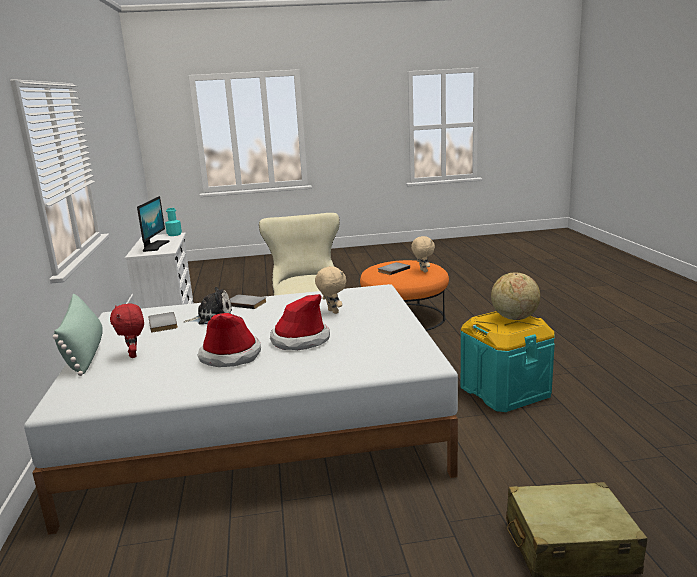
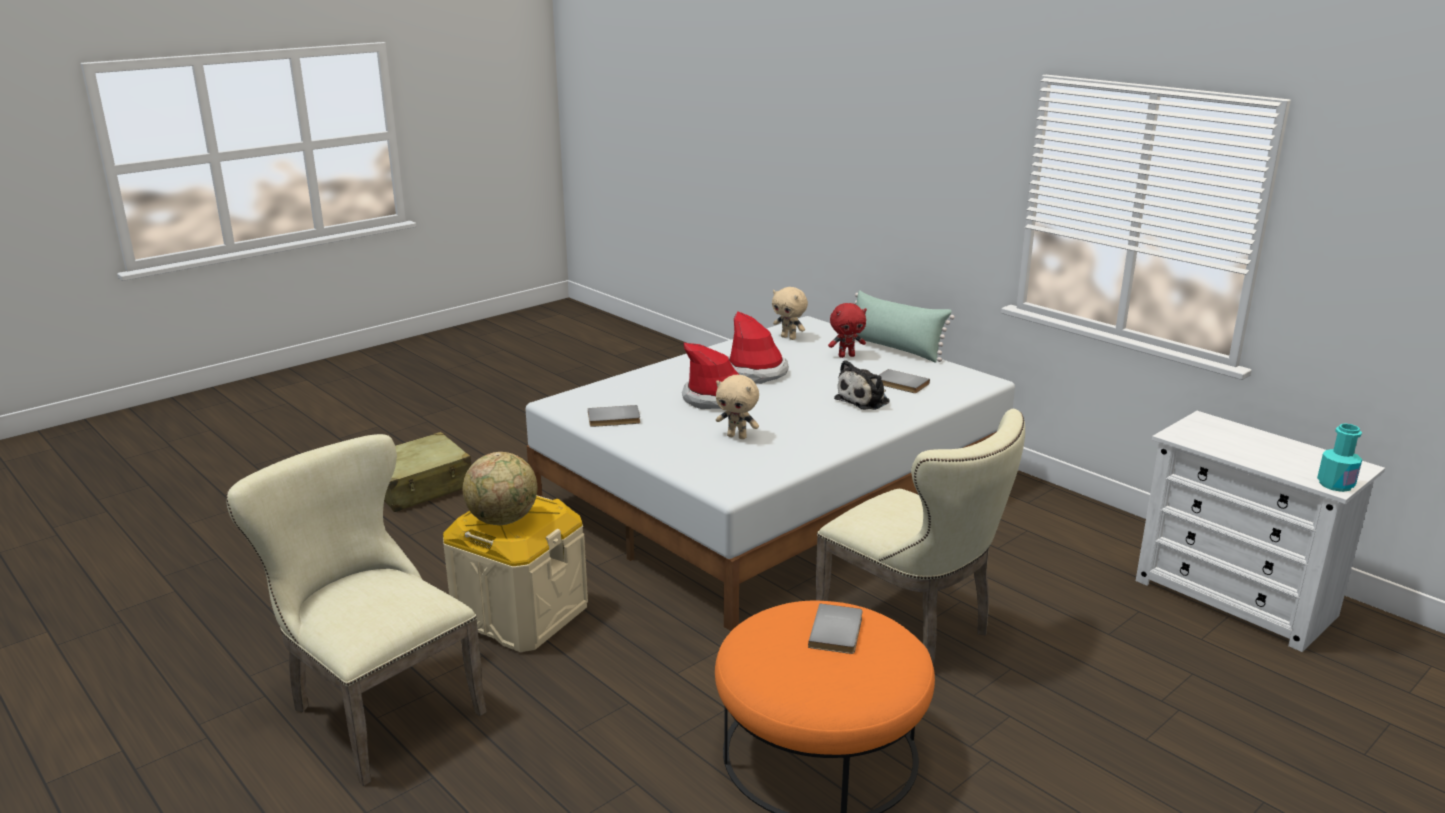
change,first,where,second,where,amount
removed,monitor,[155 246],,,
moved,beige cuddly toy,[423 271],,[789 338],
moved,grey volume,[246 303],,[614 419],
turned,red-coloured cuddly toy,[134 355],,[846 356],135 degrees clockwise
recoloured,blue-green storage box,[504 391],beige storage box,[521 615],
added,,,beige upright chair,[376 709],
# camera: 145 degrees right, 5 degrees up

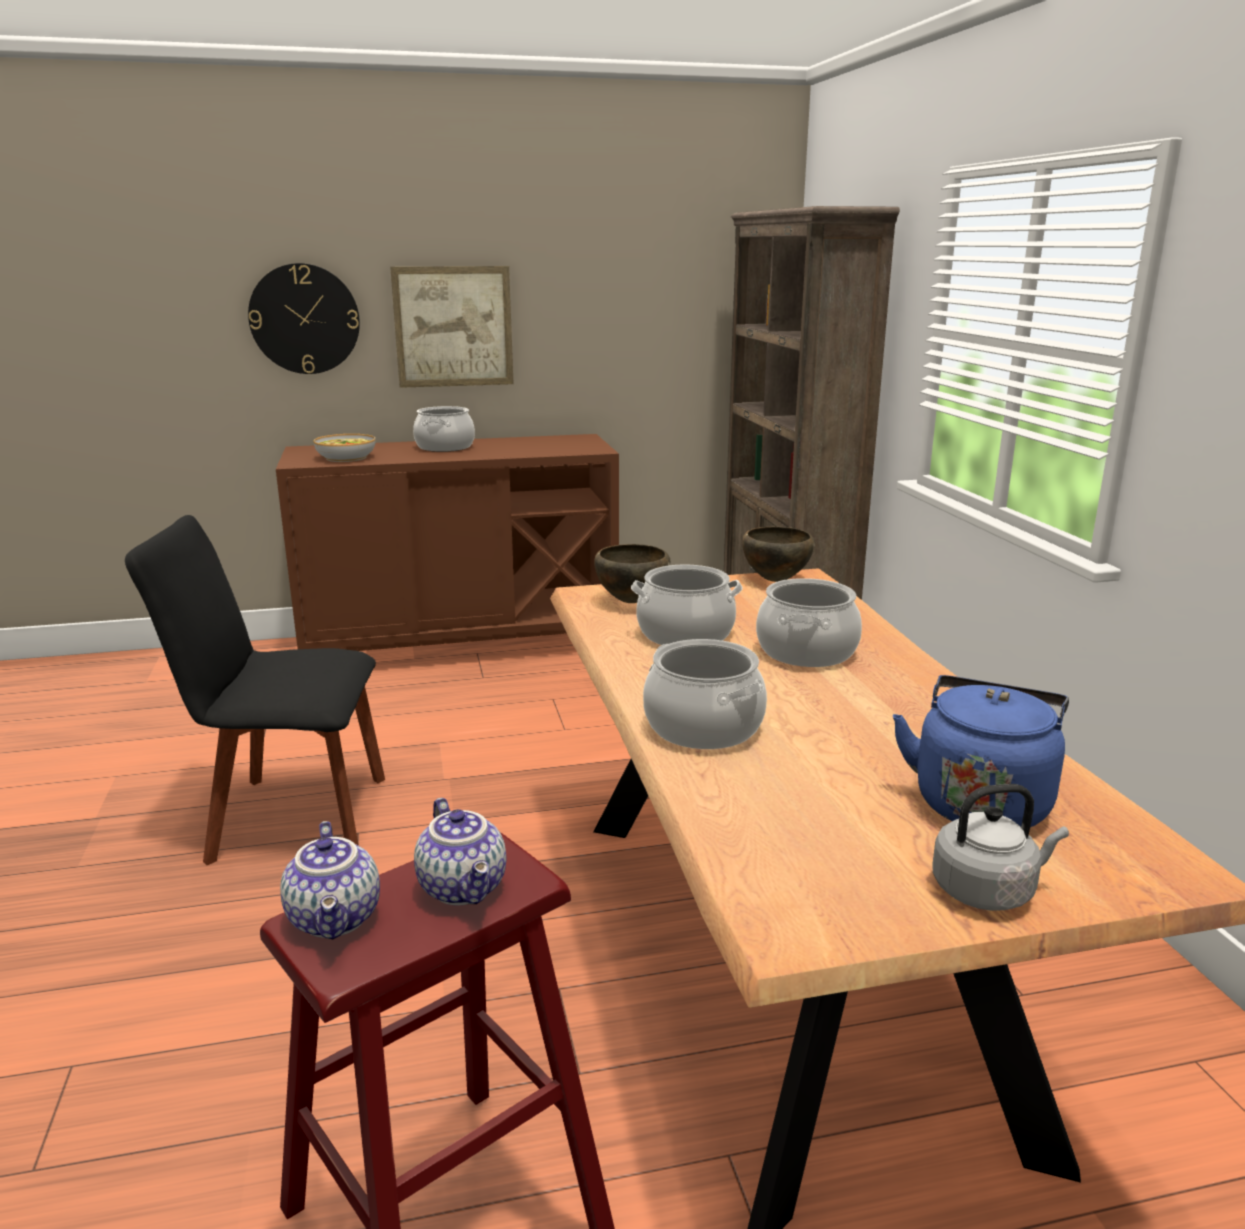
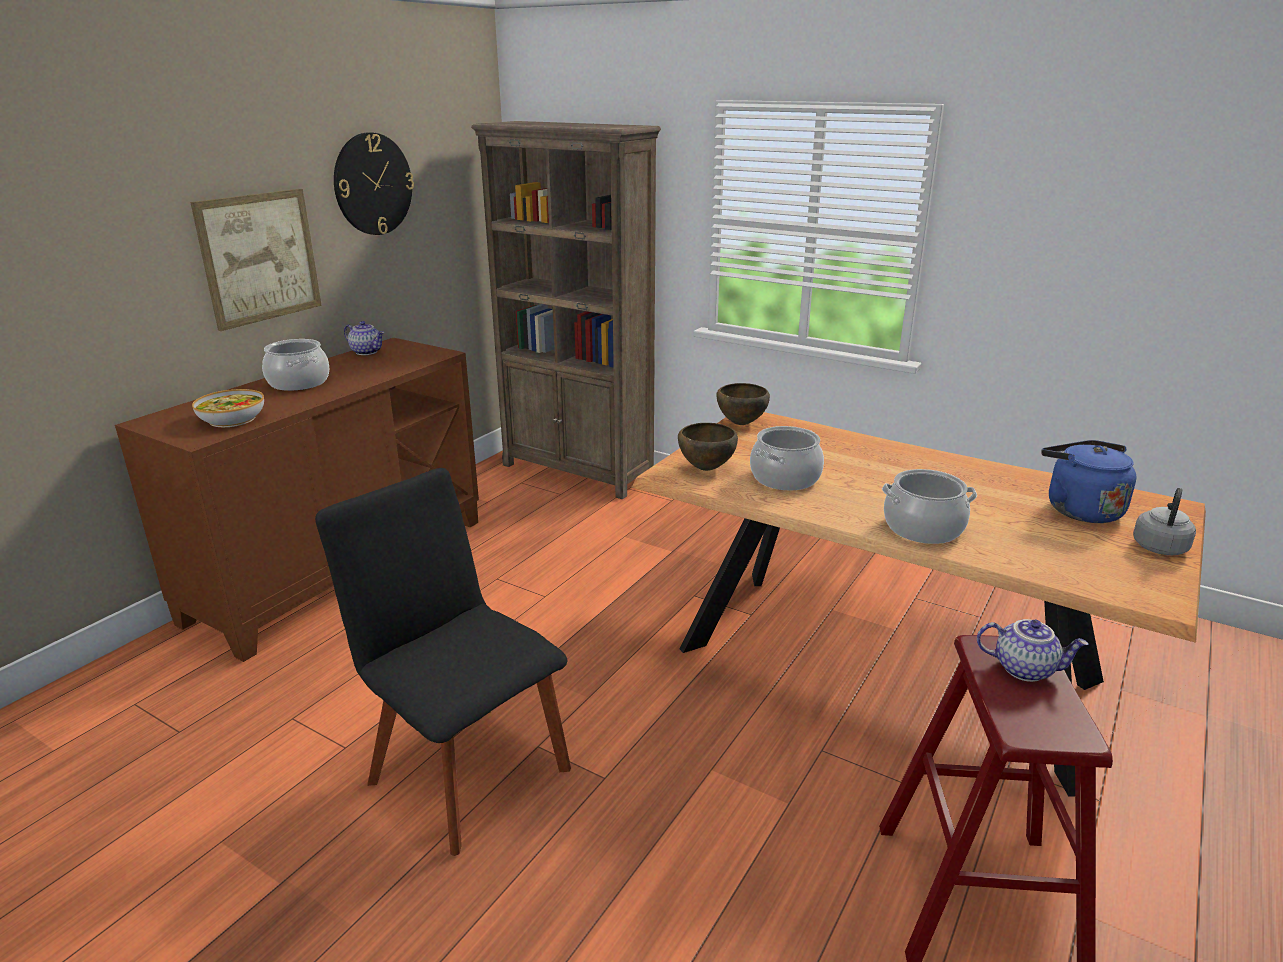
change,first,where,second,where,amount
moved,hanging clock,[304 319],,[373 184],
turned,blackish upright chair,[289 817],,[464 769],90 degrees clockwise
removed,saucepot,[806 651],,,
moved,pot for tea,[337 918],,[367 352],
# camera: 45 degrees left, 5 degrees up

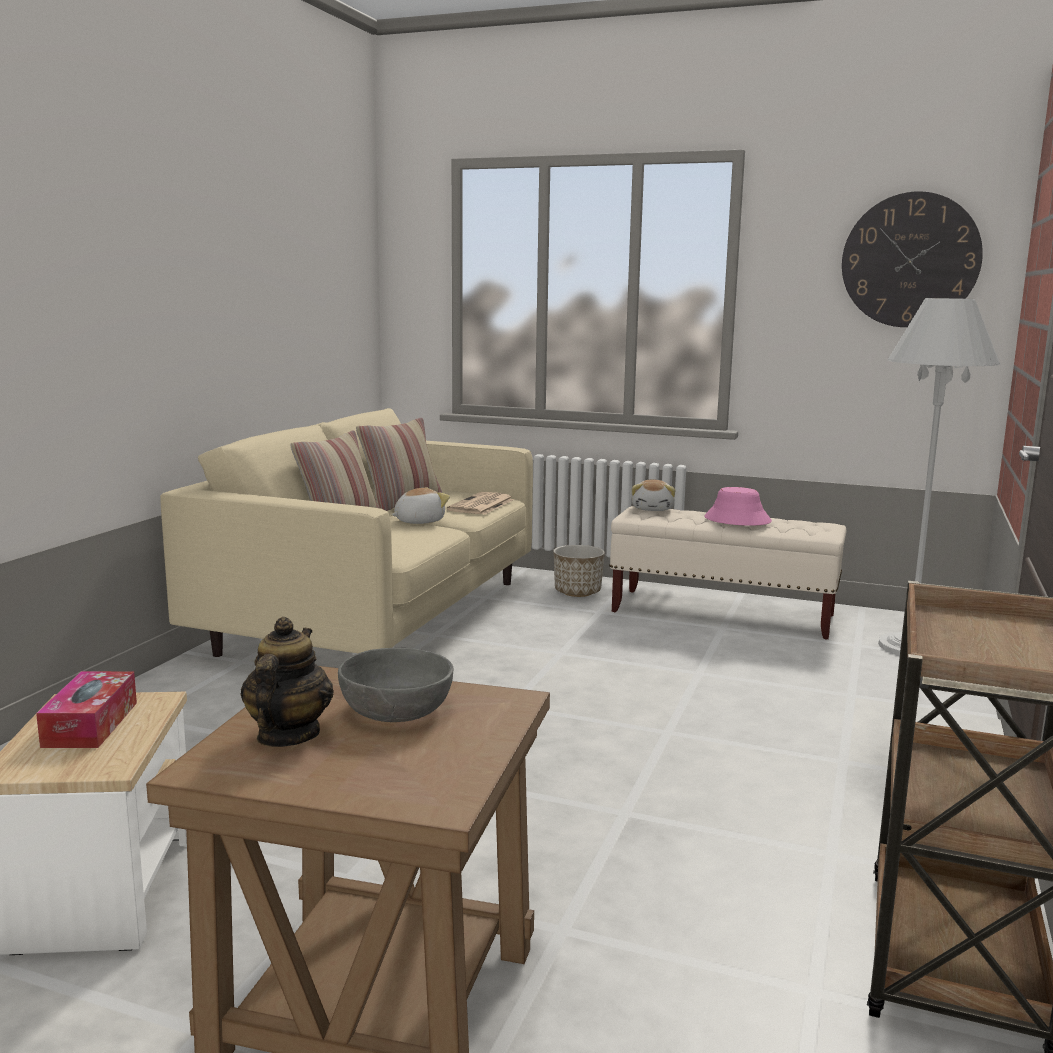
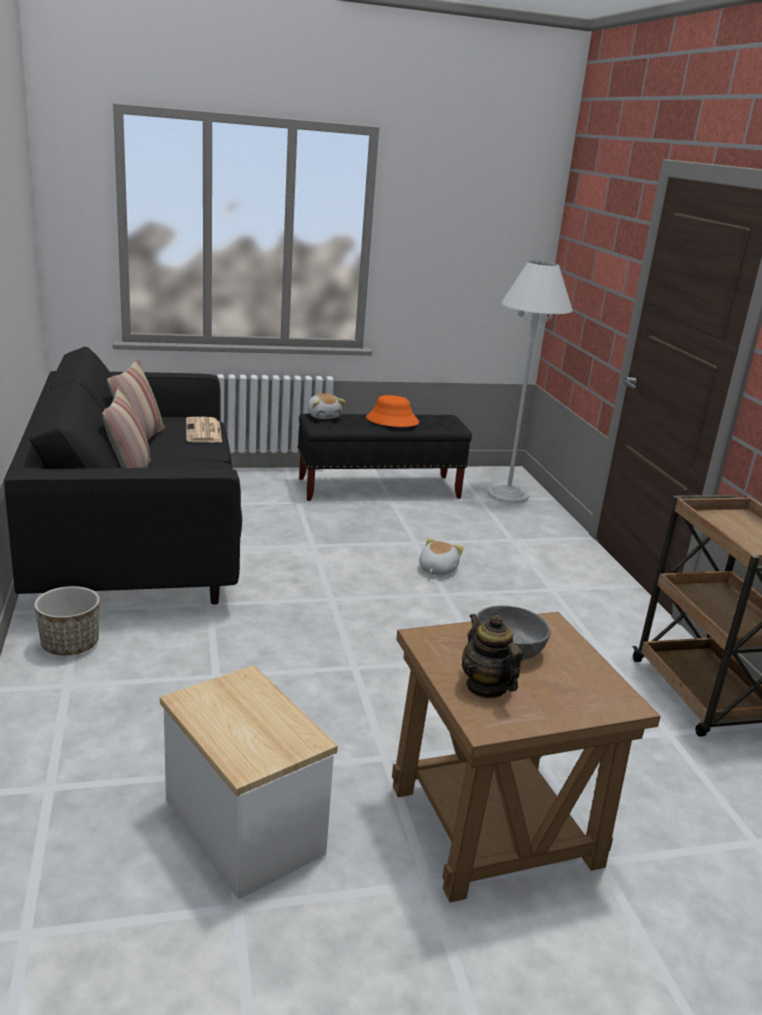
change,first,where,second,where,amount
removed,hanging clock,[910 260],,,
recoloured,beige sofa,[377 618],blackish sofa,[138 541],
moved,cuddly toy,[418 521],,[436 569],
recoloured,pink hat,[737 520],orange-coloured hat,[392 421],
recoloured,beige indoor bench,[723 614],blackish indoor bench,[379 489],
moved,planter,[577 592],,[70 645],
removed,box of tissues,[90 724],,,
# camera: 35 degrees left, 10 degrees up

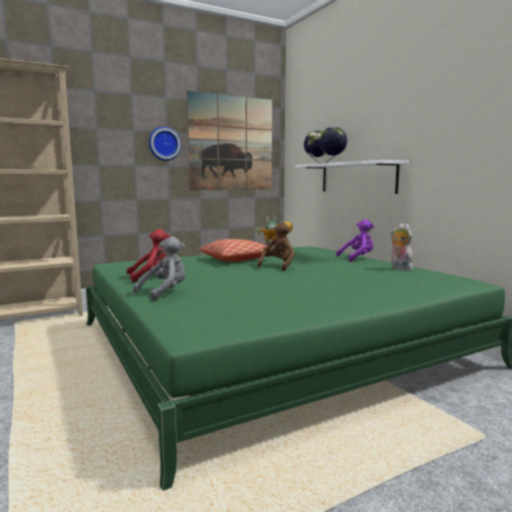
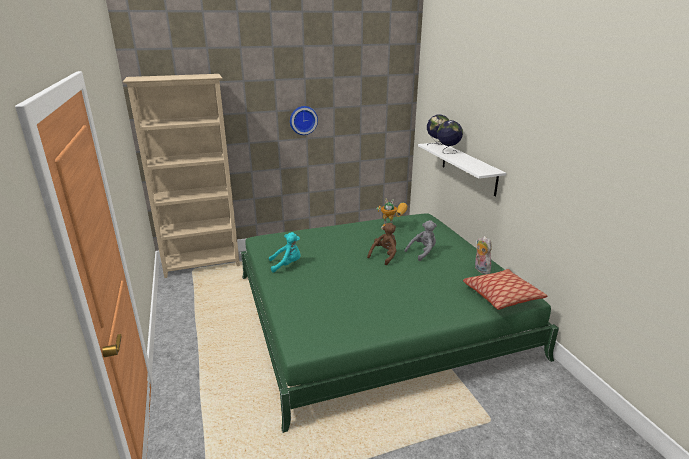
change,first,where,second,where,amount
removed,wall picture,[231 143],,,
removed,purple cuddly toy,[357 258],,,
recoloured,red-coloured cuddly toy,[152 277],blue-green cuddly toy,[287 265],
moved,grey cuddly toy,[165 293],,[422 252],
moved,cushion,[237 259],,[502 296],
# camera: 10 degrees right, 15 degrees up

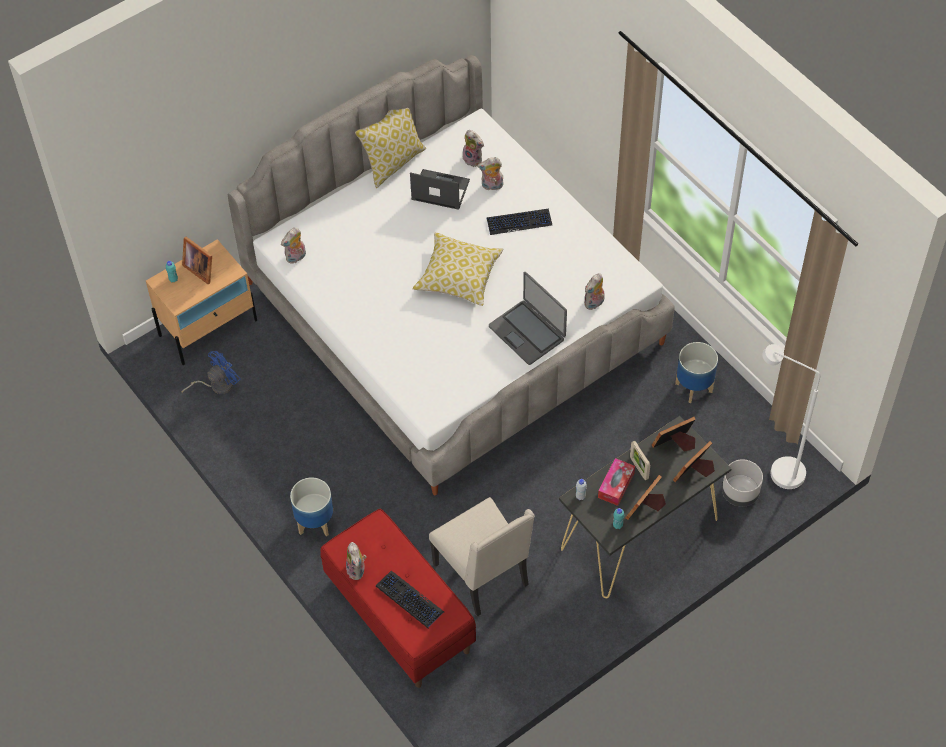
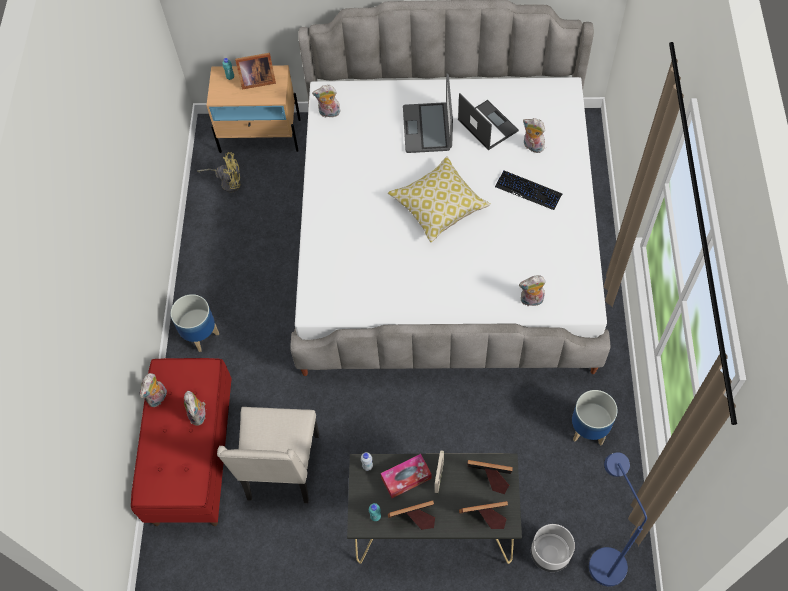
change,first,where,second,where,amount
removed,cushion,[393 162],,,
moved,cuddly toy,[474 159],,[199 415],
turned,photo frame,[200 268],,[256 80],90 degrees counterclockwise
moved,portable computer,[527 332],,[428 128],
recoloured,white-coloured standing lamp,[777 470],blue-coloured standing lamp,[601 557],
recoloured,blue-coloured fan,[216 385],yellowish fan,[228 182],
removed,keyboard,[409 600],,,
# camera: 40 degrees right, 5 degrees up

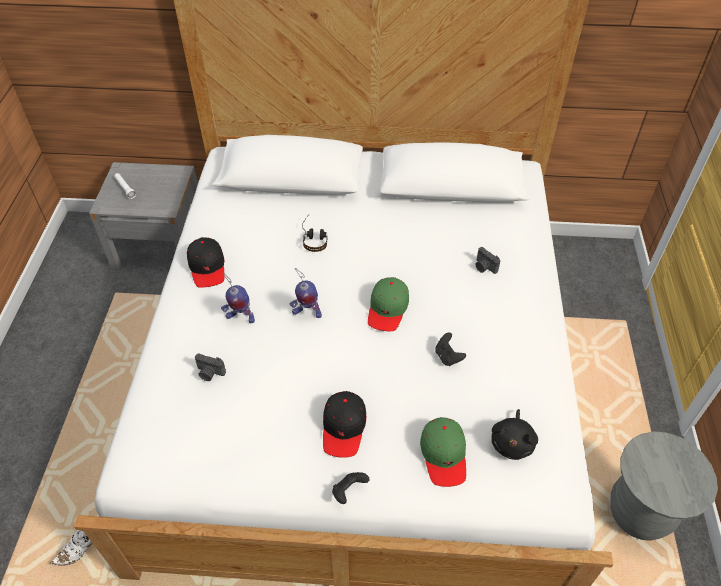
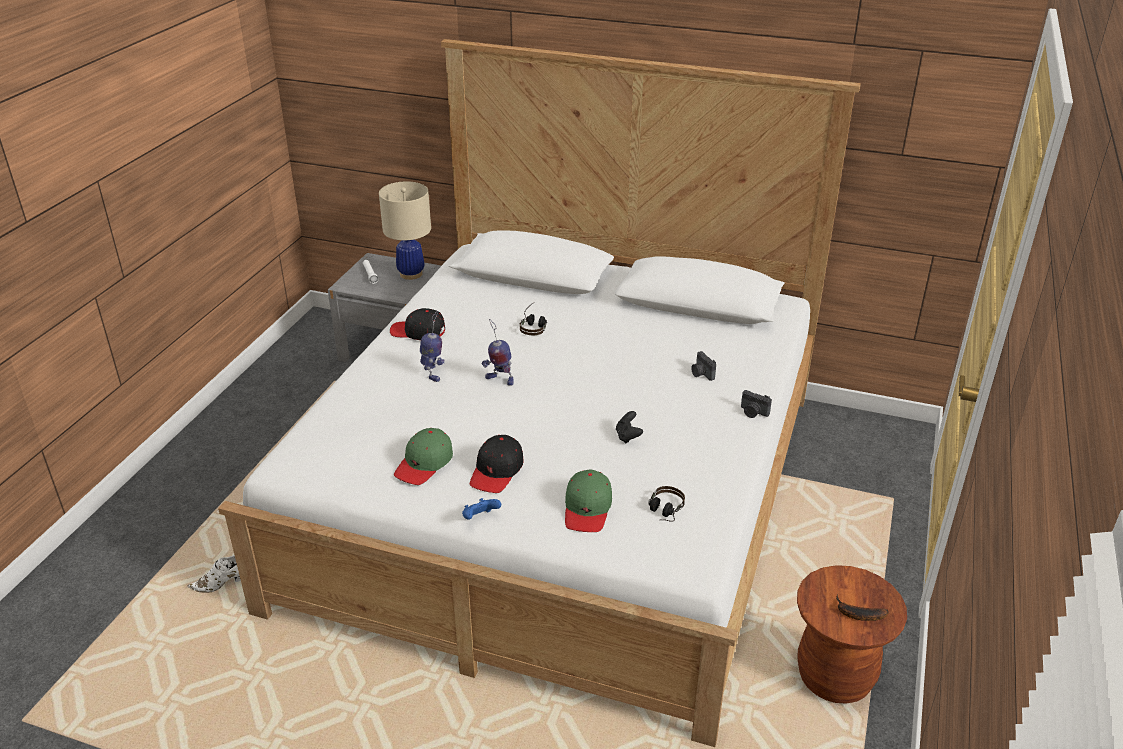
change,first,where,second,where,amount
turned,blackish peaked cap,[207 267],,[418 332],105 degrees clockwise
turned,toy robot,[240 317],,[433 373],135 degrees counterclockwise
moved,greenish peaked cap,[388 309],,[424 463],
moved,still camera,[209 373],,[753 413],
replaced,blackish cuddly toy,[512 442],pair of headphones,[663 512],
recoloured,grey stool seat,[639 512],brownish stool seat,[834 677],
recoloured,blackish gamepad,[348 491],blue-coloured gamepad,[480 518],
added,,,beige tabletop lamp,[411 274],
added,,,whole banana,[857 614],
# camera: 15 degrees right, 15 degrees down

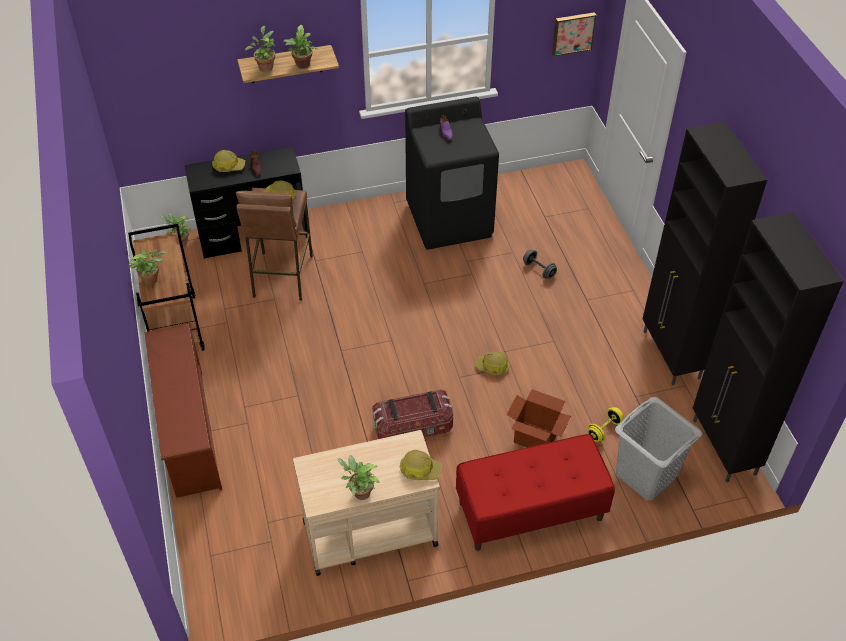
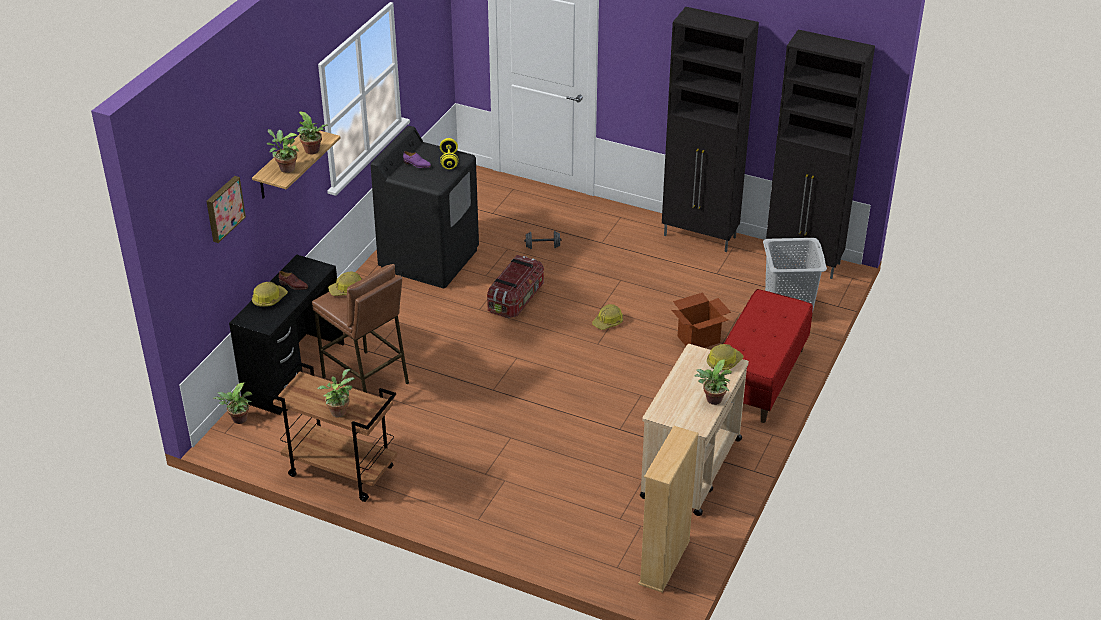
change,first,where,second,where,amount
moved,wall picture,[573 33],,[223 208],
removed,brownish shoe stand,[188 432],,,
moved,storage box,[413 428],,[516 299],
moved,yellowish dumbbell,[604 430],,[449 161],
added,,,beige bookshelf,[664 562],
# camera: 50 degrees left, 10 degrees down

